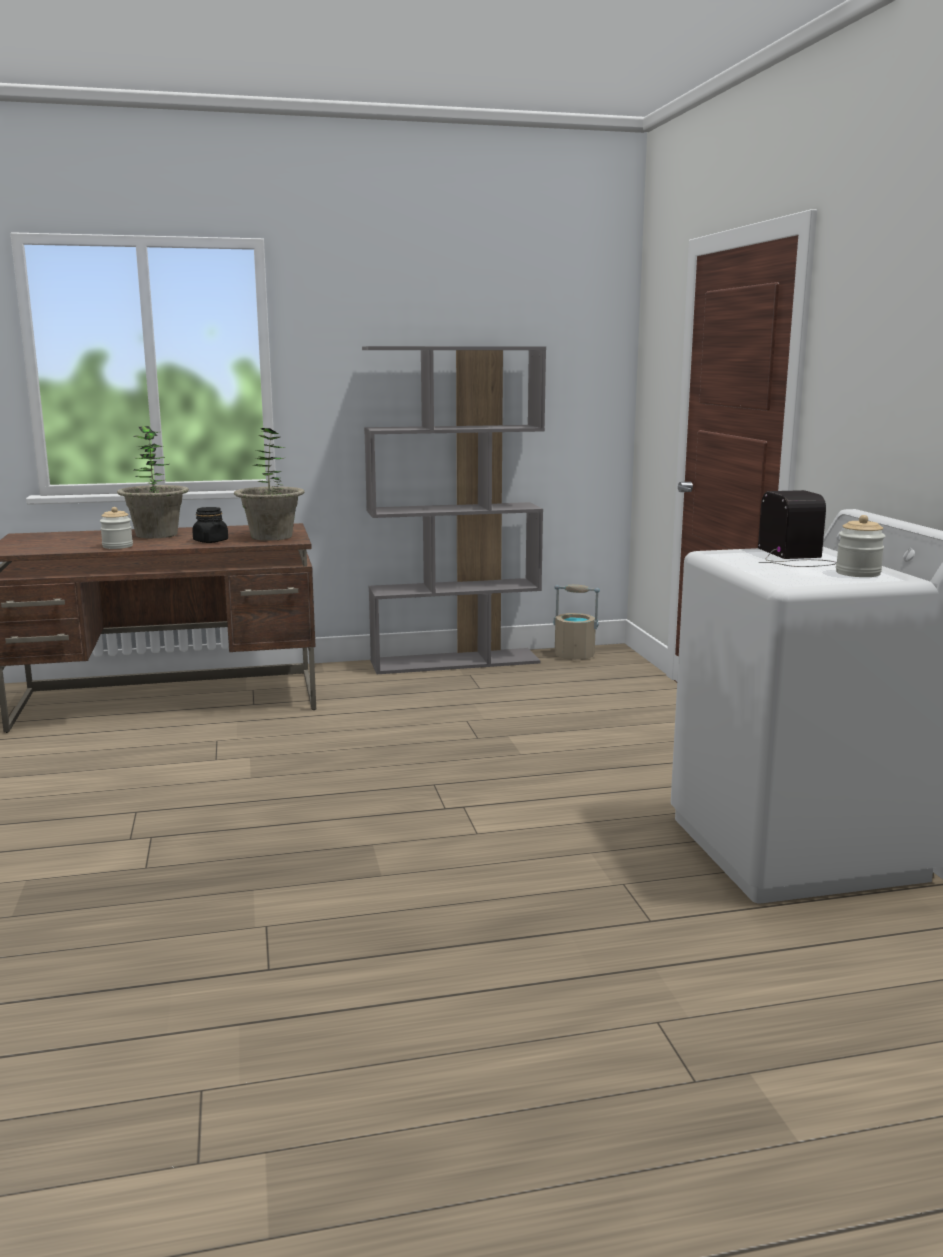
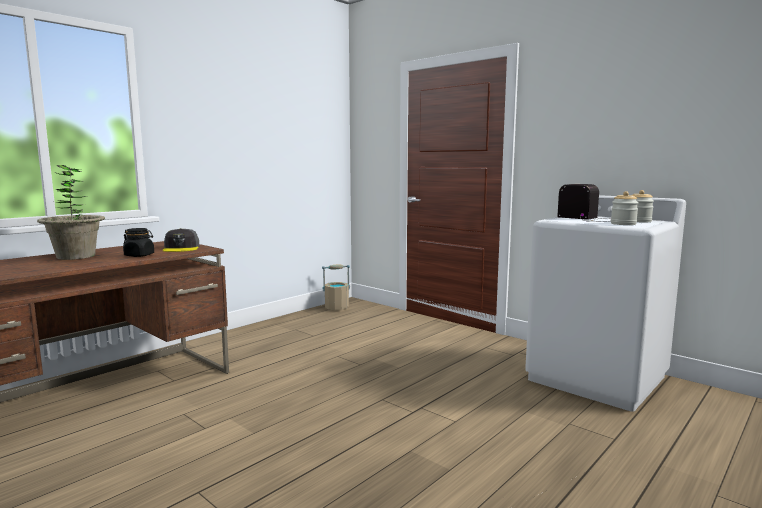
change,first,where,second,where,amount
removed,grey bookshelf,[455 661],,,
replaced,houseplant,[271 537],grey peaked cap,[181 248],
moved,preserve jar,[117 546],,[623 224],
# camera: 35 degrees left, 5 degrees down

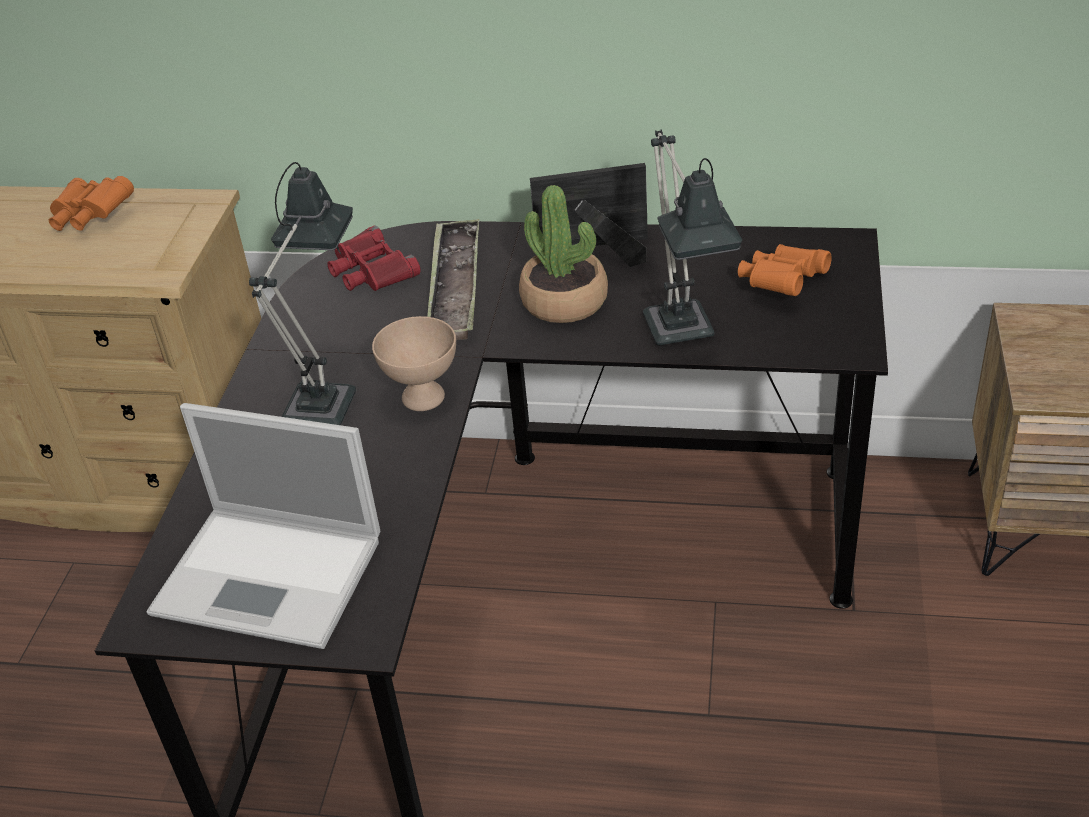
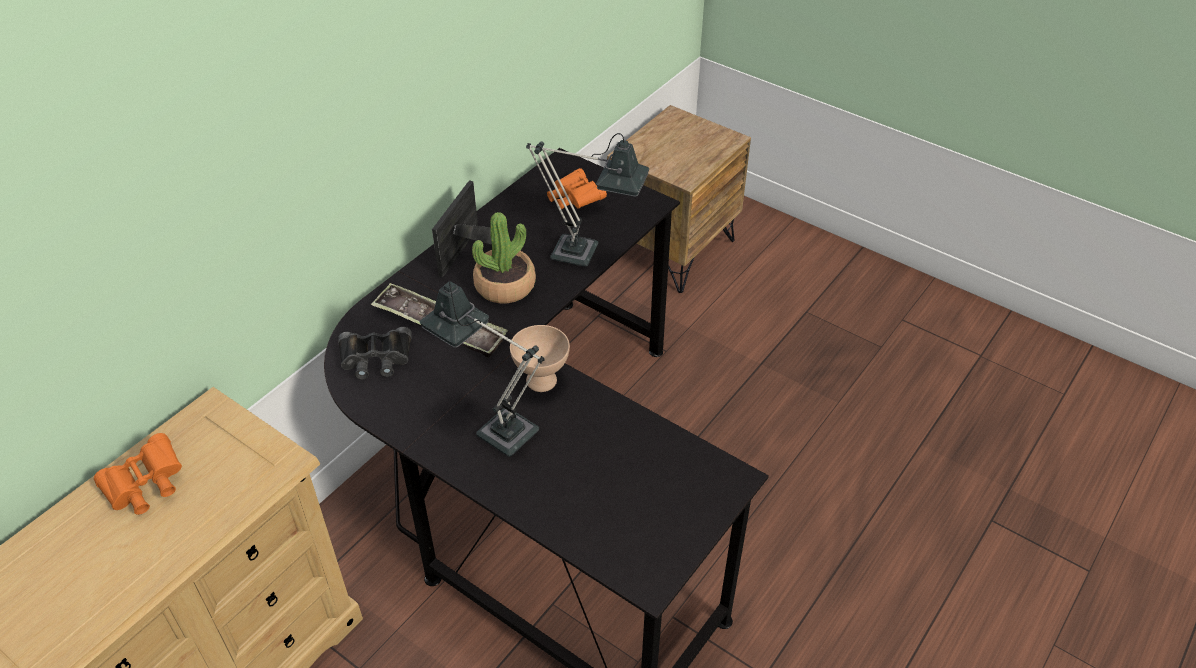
change,first,where,second,where,amount
recoloured,red-coloured pair of binoculars,[371 270],blackish pair of binoculars,[376 358],
removed,portable computer,[272 576],,,
# camera: 65 degrees left, 5 degrees up

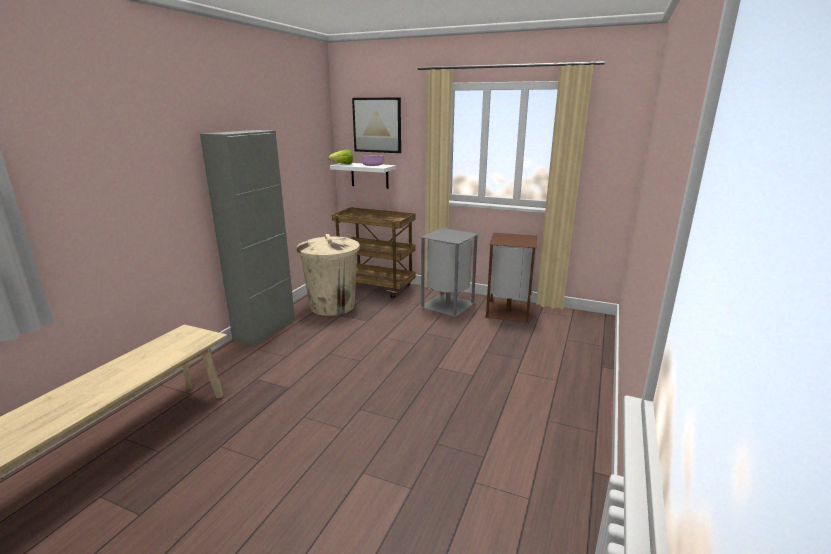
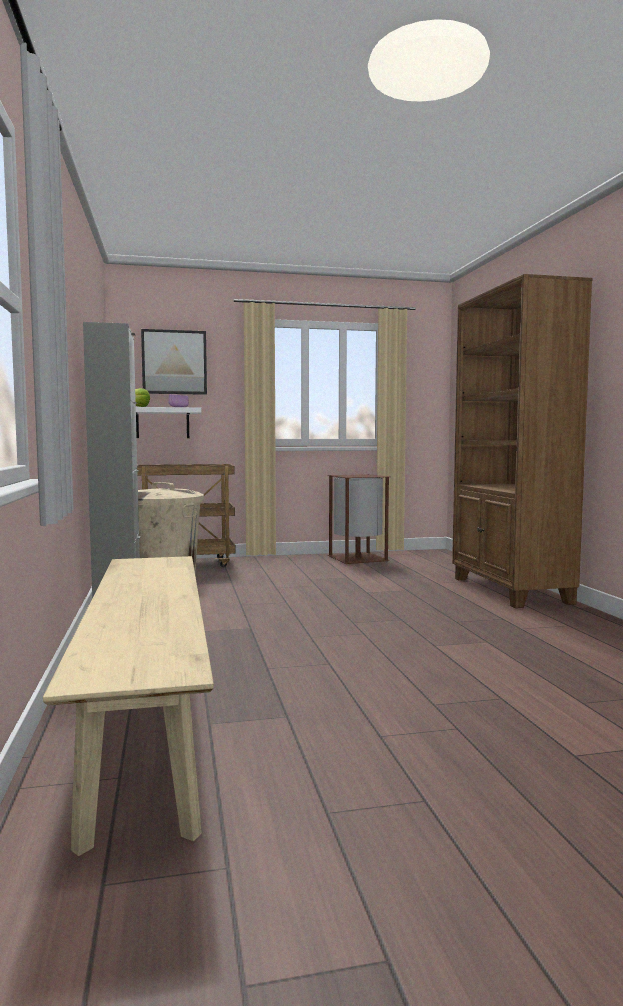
change,first,where,second,where,amount
removed,grey rubbish bin,[447 304],,,
added,,,brownish bookshelf,[509 591],
# camera: 35 degrees left, 15 degrees down

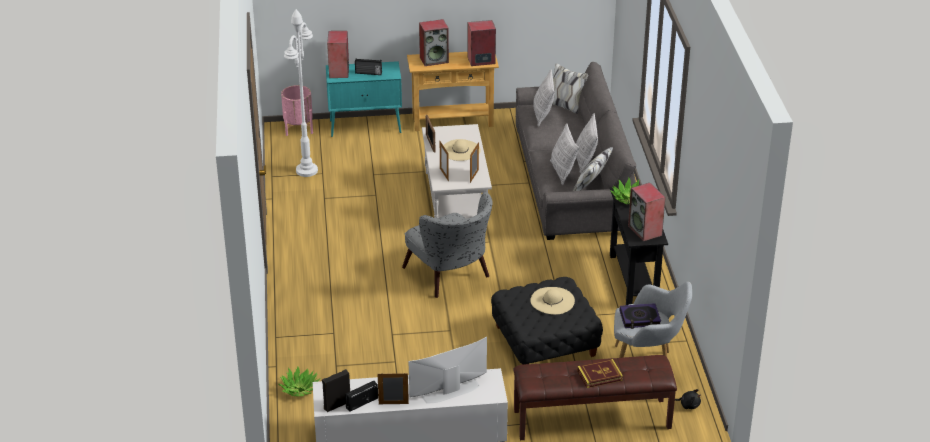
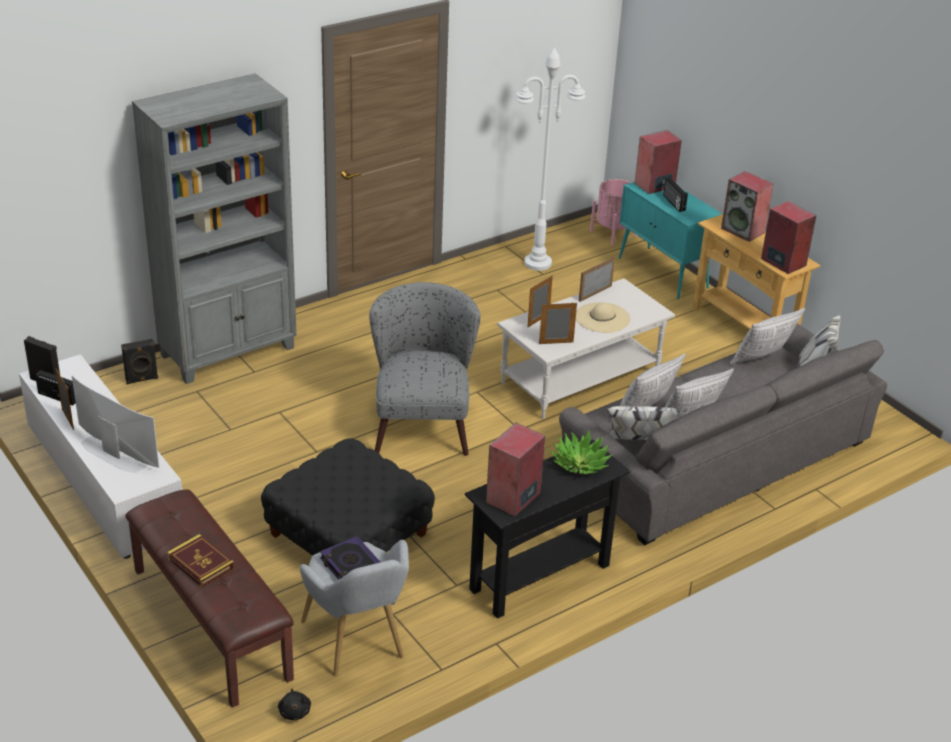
change,first,where,second,where,amount
turned,grey easy chair,[451 277],,[422 421],150 degrees clockwise
removed,beige hat,[552 300],,,
replaced,houseplant,[299 388],blackish audio speaker,[142 380],
added,,,grey bookshelf,[229 351],
# camera: 60 degrees right, 0 degrees up

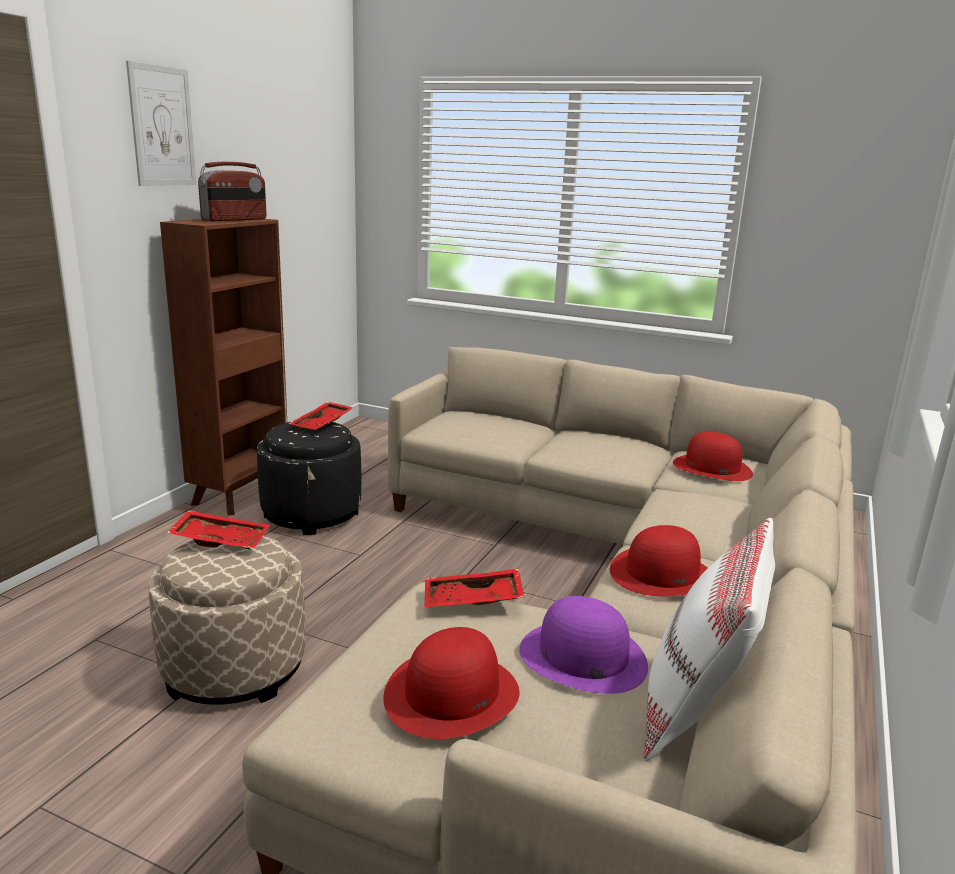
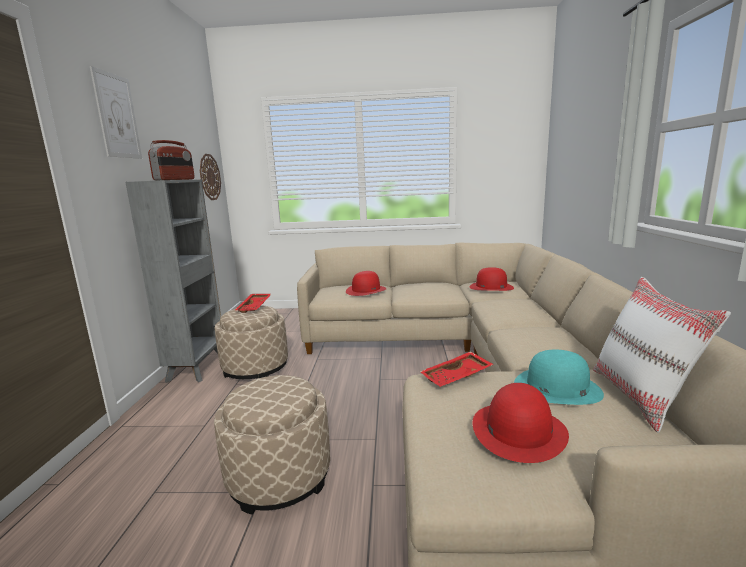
change,first,where,second,where,amount
recoloured,brownish bookshelf,[241 494],grey bookshelf,[198 367],
recoloured,blackish ottoman,[311 513],beige ottoman,[255 368],
removed,red-coloured serving tray,[221 540],,,
moved,red-coloured hat,[662 574],,[366 290],
recoloured,purple hat,[582 656],blue-green hat,[556 387],
added,,,hanging clock,[209 177],
# camera: 20 degrees left, 5 degrees down

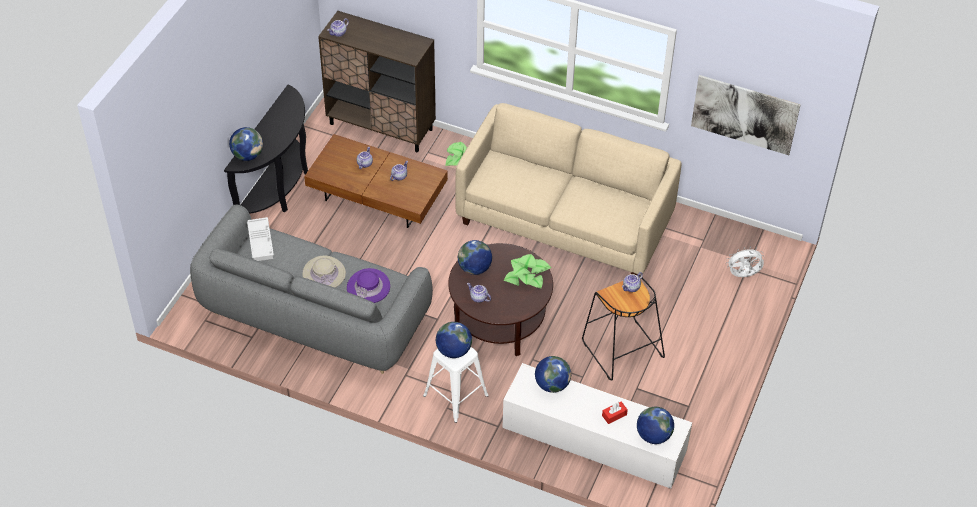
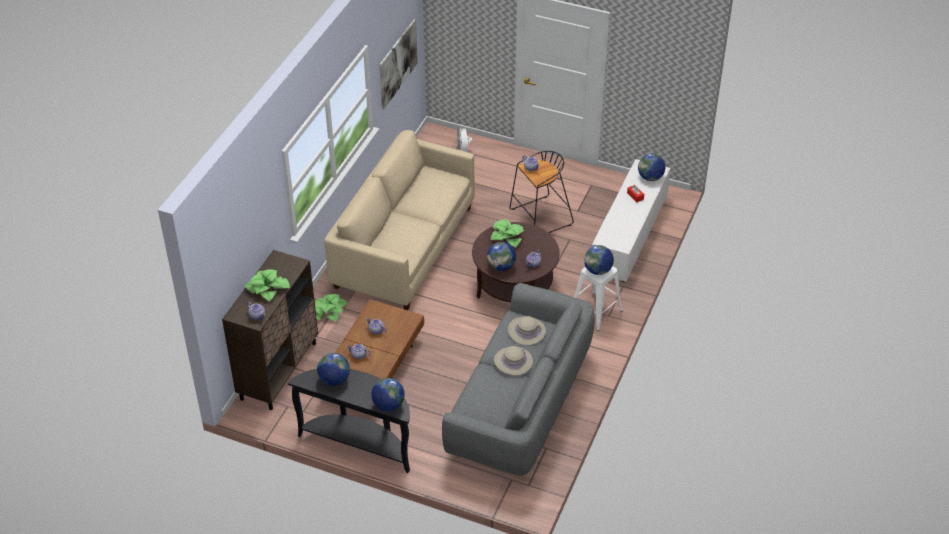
change,first,where,second,where,amount
removed,white-coloured serving tray,[261 242],,,
recoloured,purple hat,[368 287],beige hat,[526 331],
moved,globe,[552 384],,[334 380],
added,,,houseplant,[267 288],
# camera: 90 degrees left, 5 degrees down

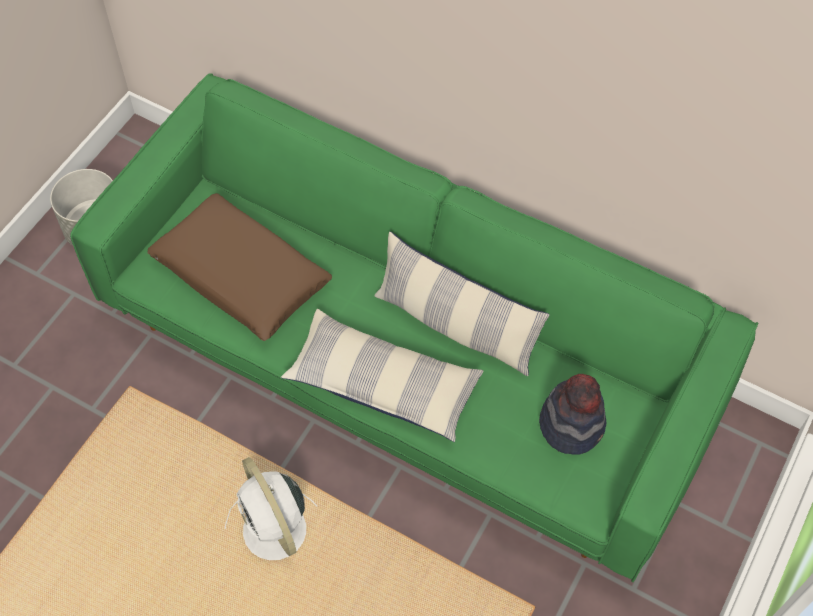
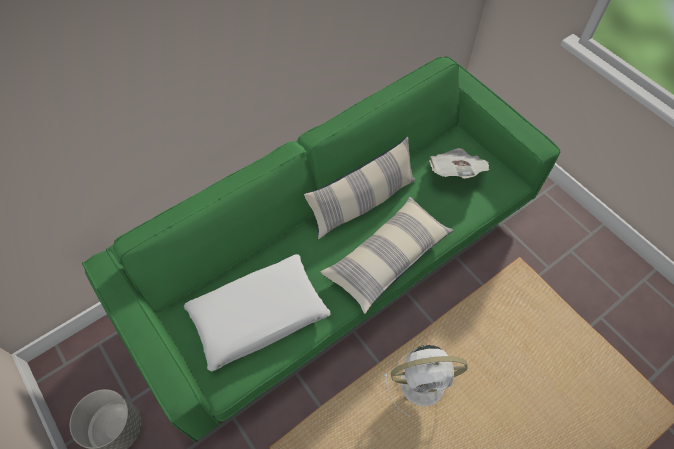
change,first,where,second,where,amount
recoloured,brownish cushion,[240 276],white-coloured cushion,[258 316],
replaced,hat,[572 424],newspaper,[455 172],
# camera: 65 degrees left, 0 degrees up

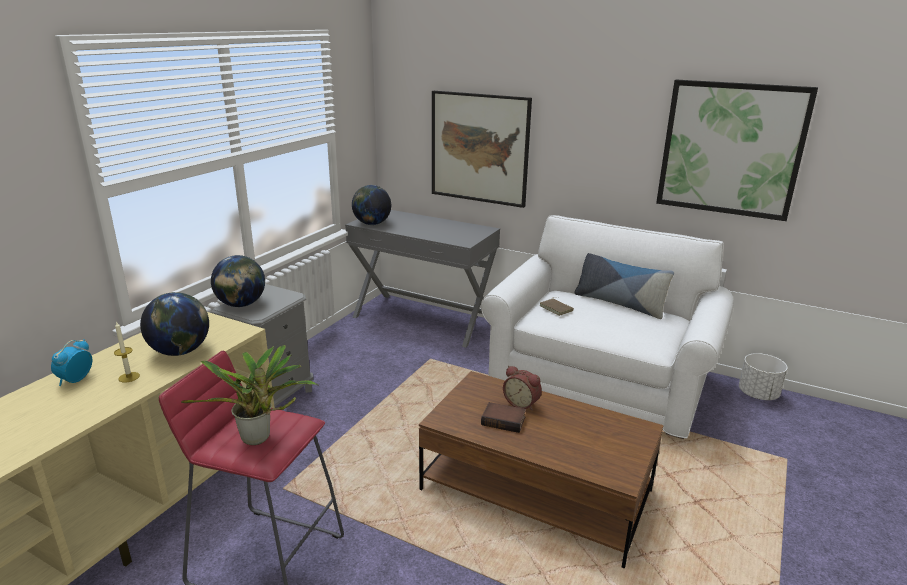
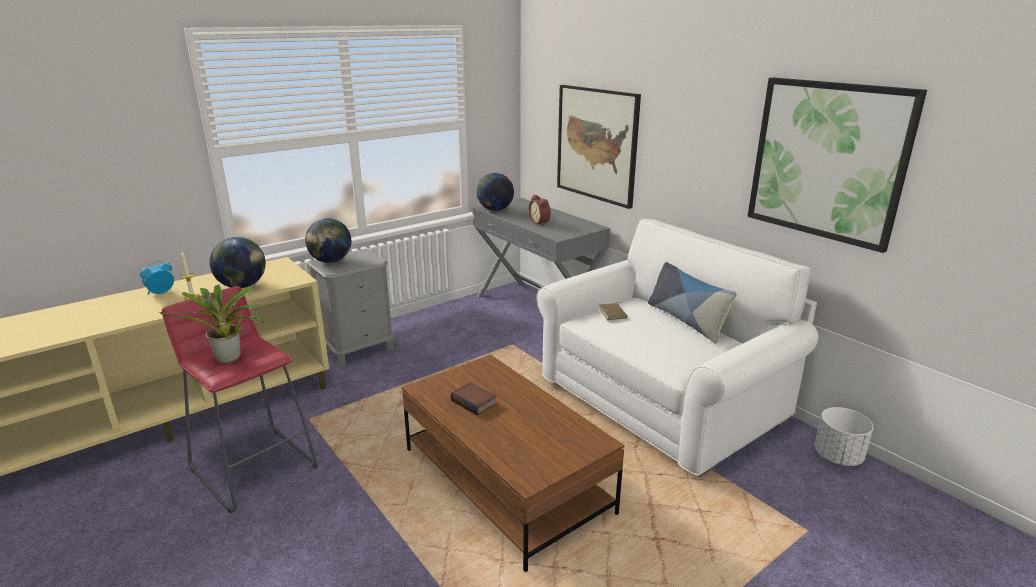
change,first,where,second,where,amount
moved,bedside clock,[522 403],,[540 222],
# camera: 25 degrees right, 0 degrees up

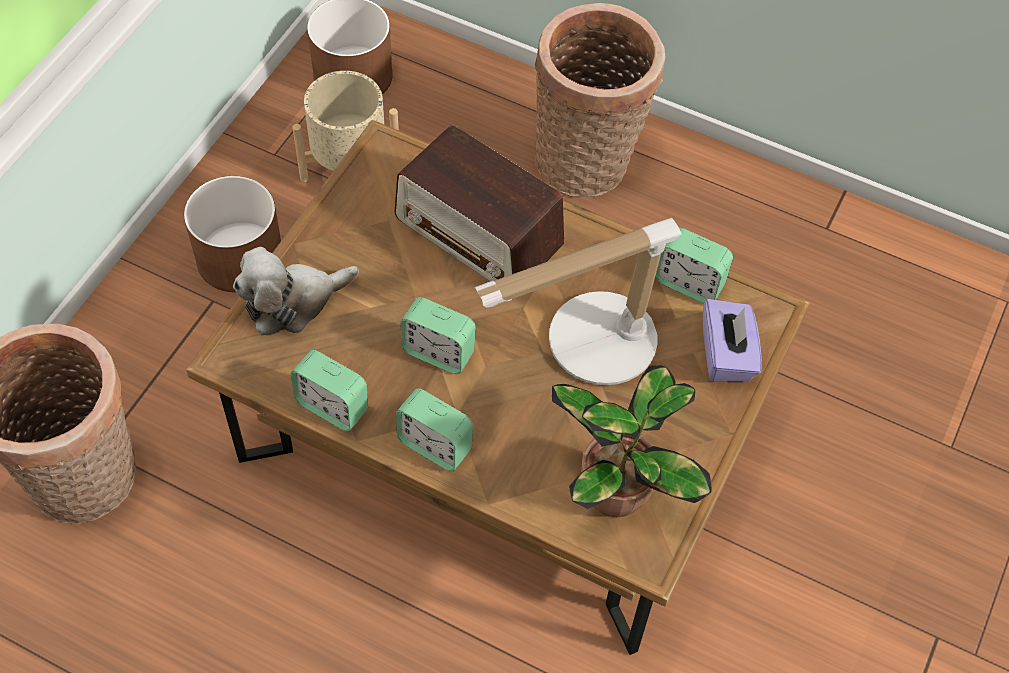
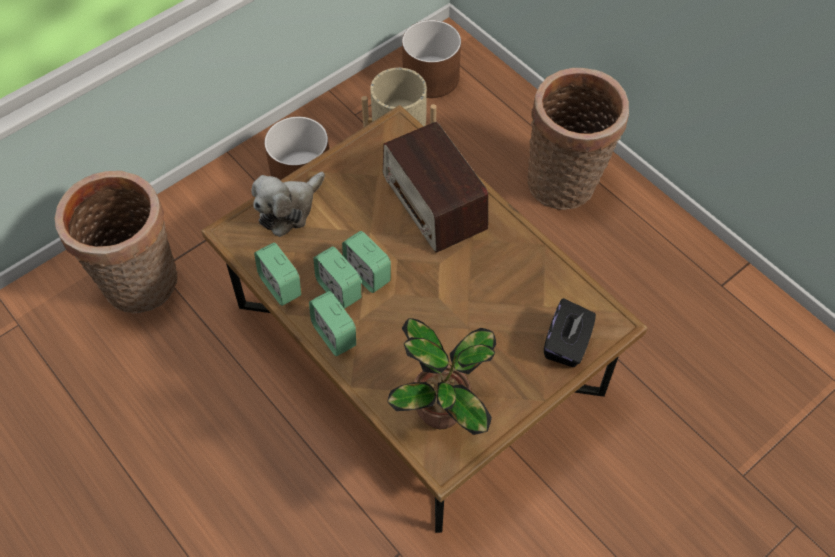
change,first,where,second,where,amount
removed,tabletop lamp,[588 346],,,
moved,bedside clock,[689 283],,[339 290],
turned,cuddly toy,[292 302],,[289 209],45 degrees counterclockwise
recoloured,purple box of tissues,[727 355],blackish box of tissues,[567 344],
# camera: 25 degrees right, 0 degrees up

